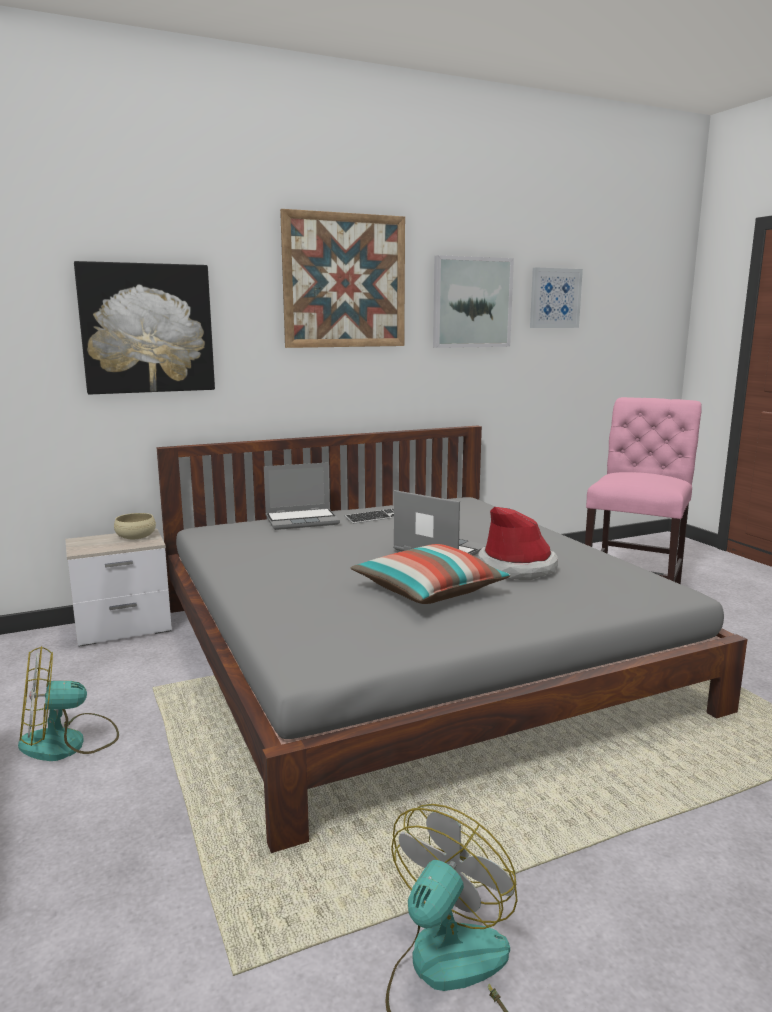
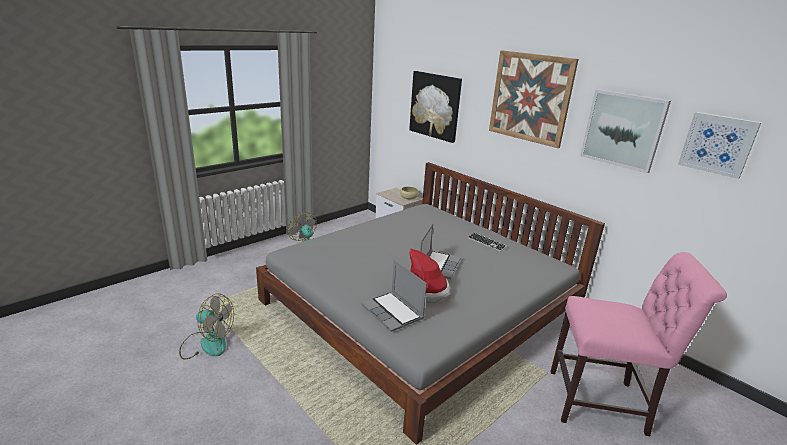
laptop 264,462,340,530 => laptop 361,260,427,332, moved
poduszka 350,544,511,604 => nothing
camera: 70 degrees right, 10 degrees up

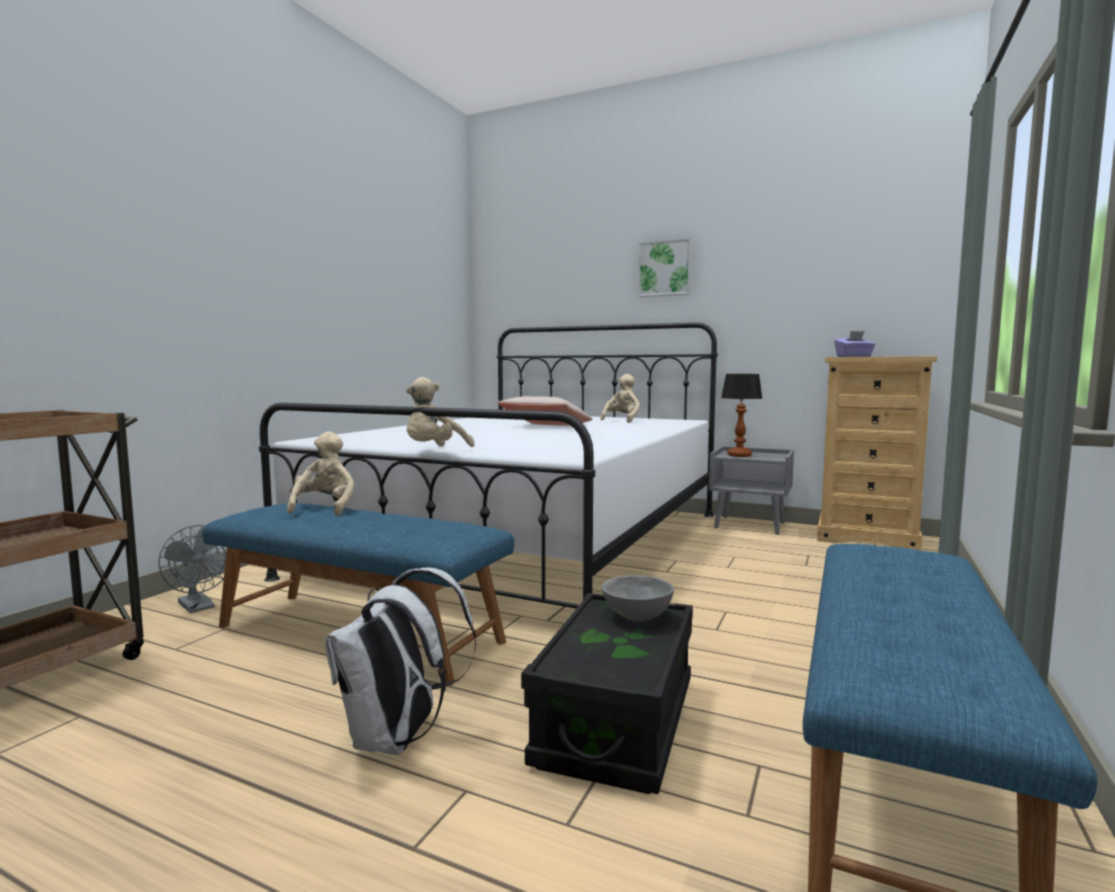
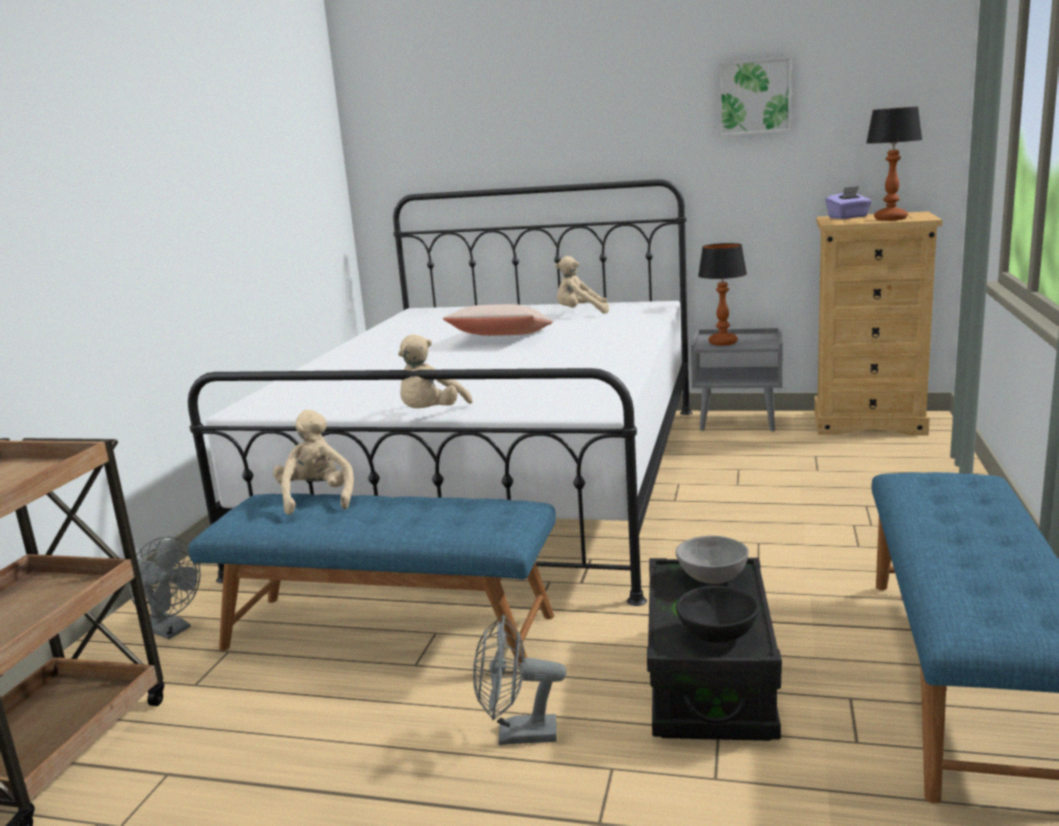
obraz 638,238,692,297 => obraz 718,56,792,136, moved
pluszak/beżowy 601,374,640,423 => pluszak/beżowy 555,256,609,314, 105 degrees counterclockwise
plecak/biały 325,567,476,755 => wentylator/szary 473,614,566,745
nothing => lampa stołowa 866,107,922,221
nothing => miska/czarny 676,586,759,643
camera: 10 degrees left, 10 degrees up

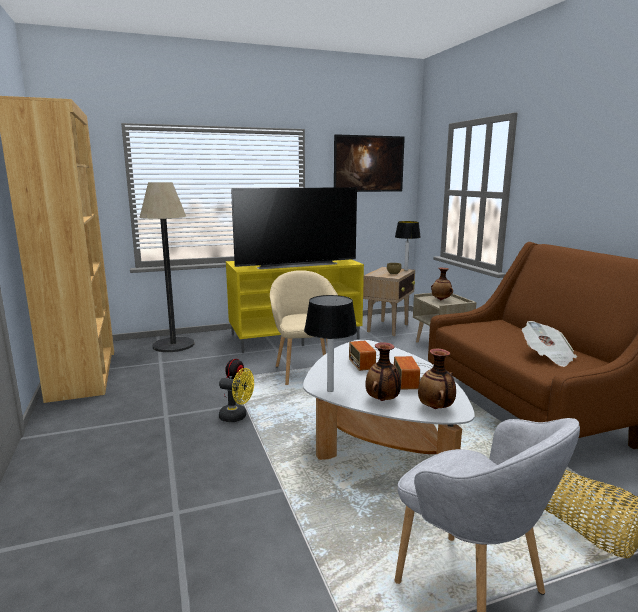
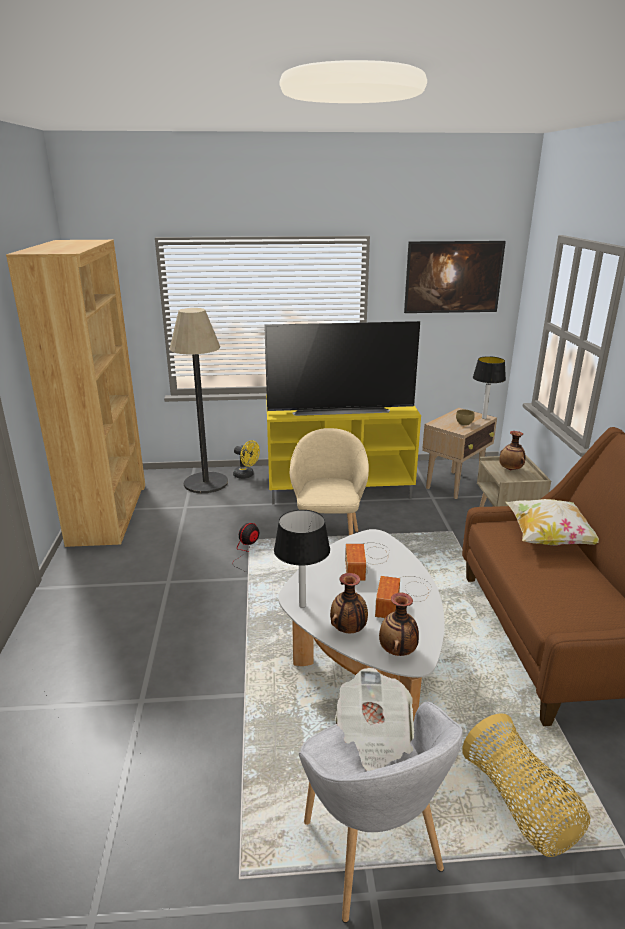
gazeta 522,321,577,367 => gazeta 335,668,414,771, moved
wentylator/żółty 219,368,254,422 => wentylator/żółty 233,440,260,479, moved
nothing => poduszka 506,499,599,546
camera: 15 degrees right, 10 degrees up

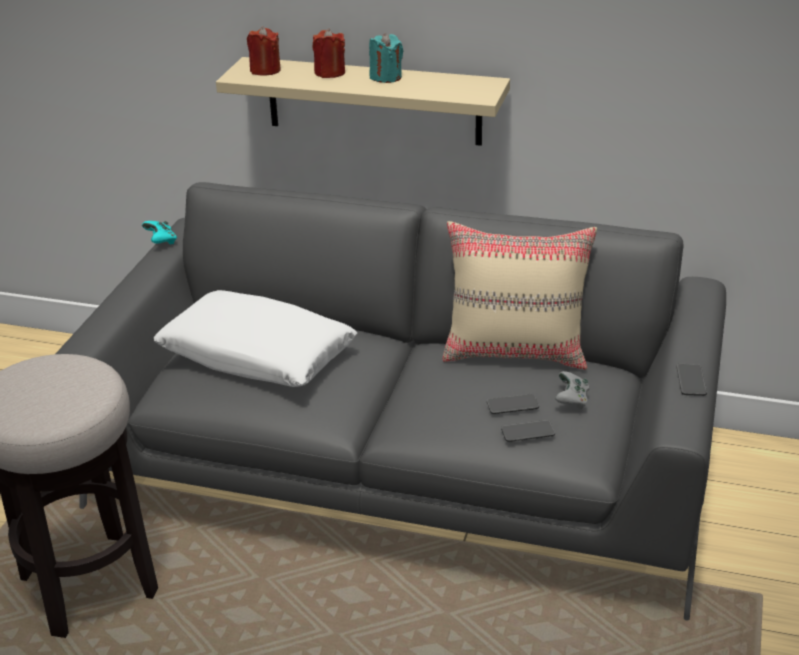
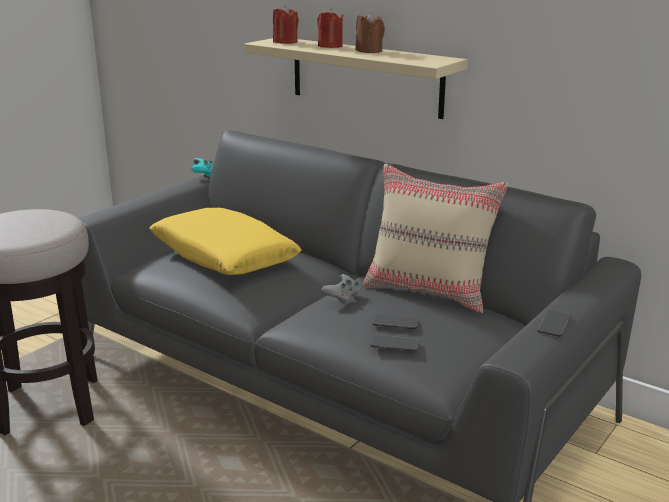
świeca/turkusowy 369,33,403,83 => świeca/brązowy 356,12,385,53
poduszka/biały 154,290,357,387 => poduszka/żółty 149,208,302,275
pad do gier/szary 555,371,589,409 => pad do gier/szary 322,274,360,304, moved
camera: 20 degrees right, 10 degrees down

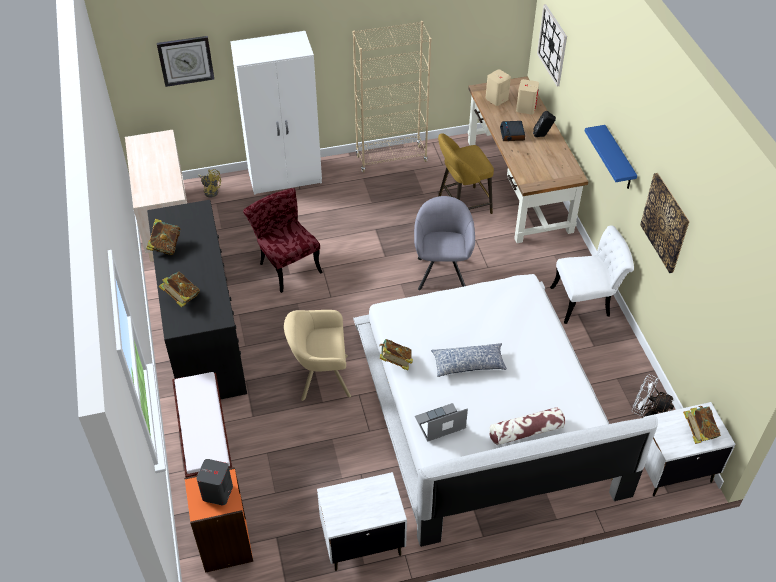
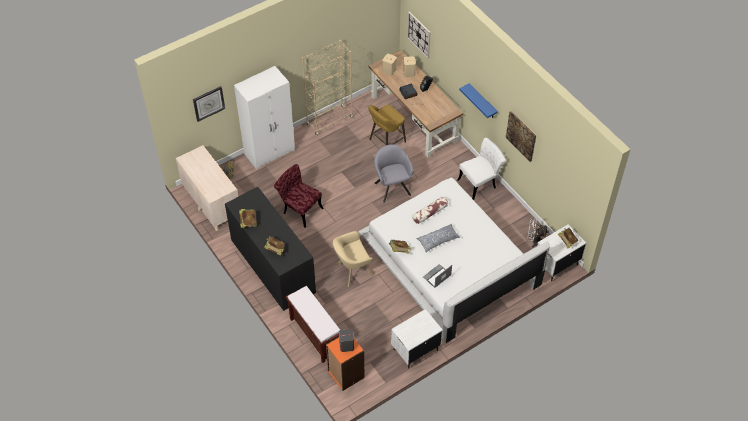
poduszka 489,407,565,445 => poduszka 412,197,448,224, moved
camera: 20 degrees left, 5 degrees up

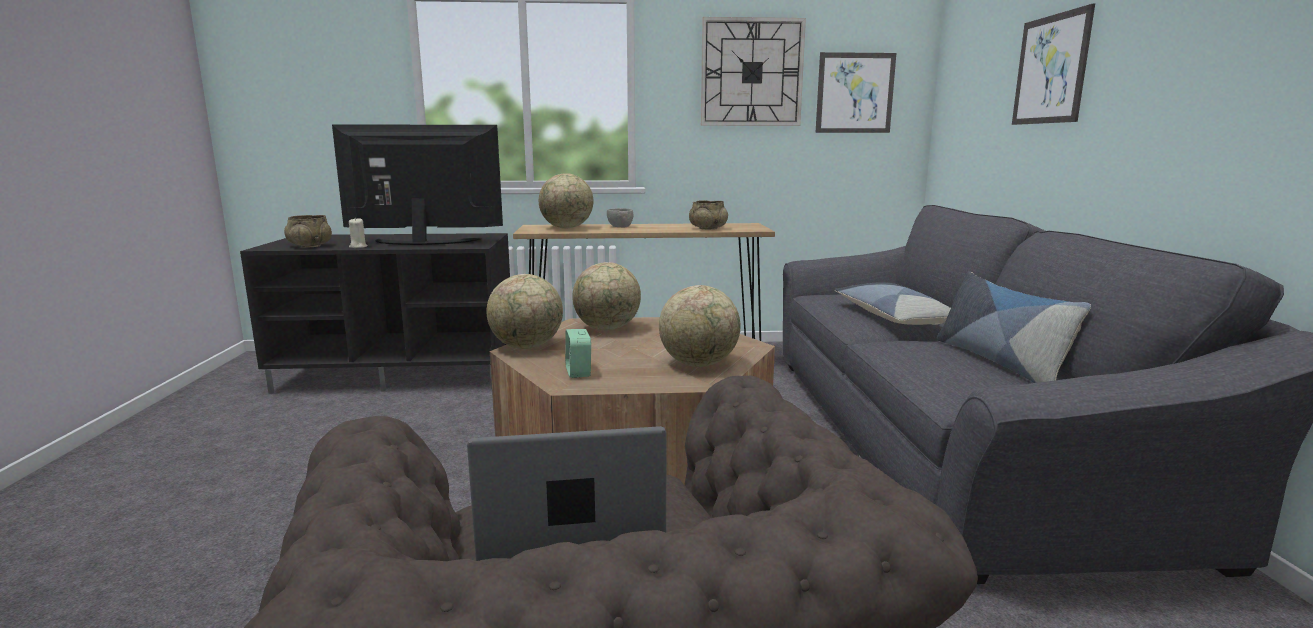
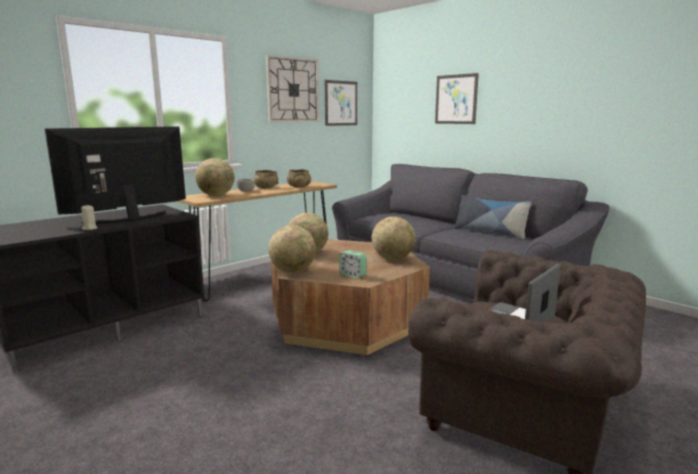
miska/beżowy 284,215,332,248 => miska/beżowy 254,170,279,189, moved
poduszka 835,282,951,325 => nothing
camera: 40 degrees left, 0 degrees up

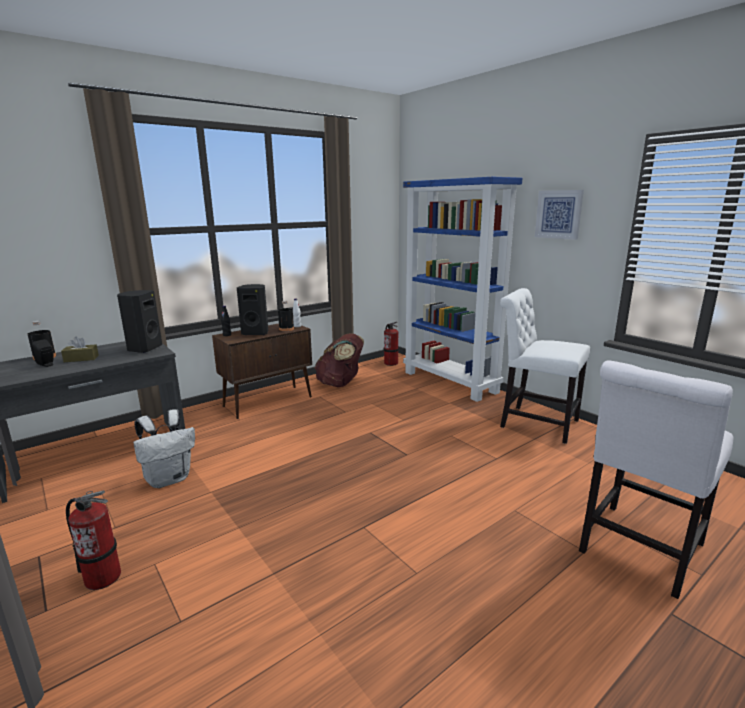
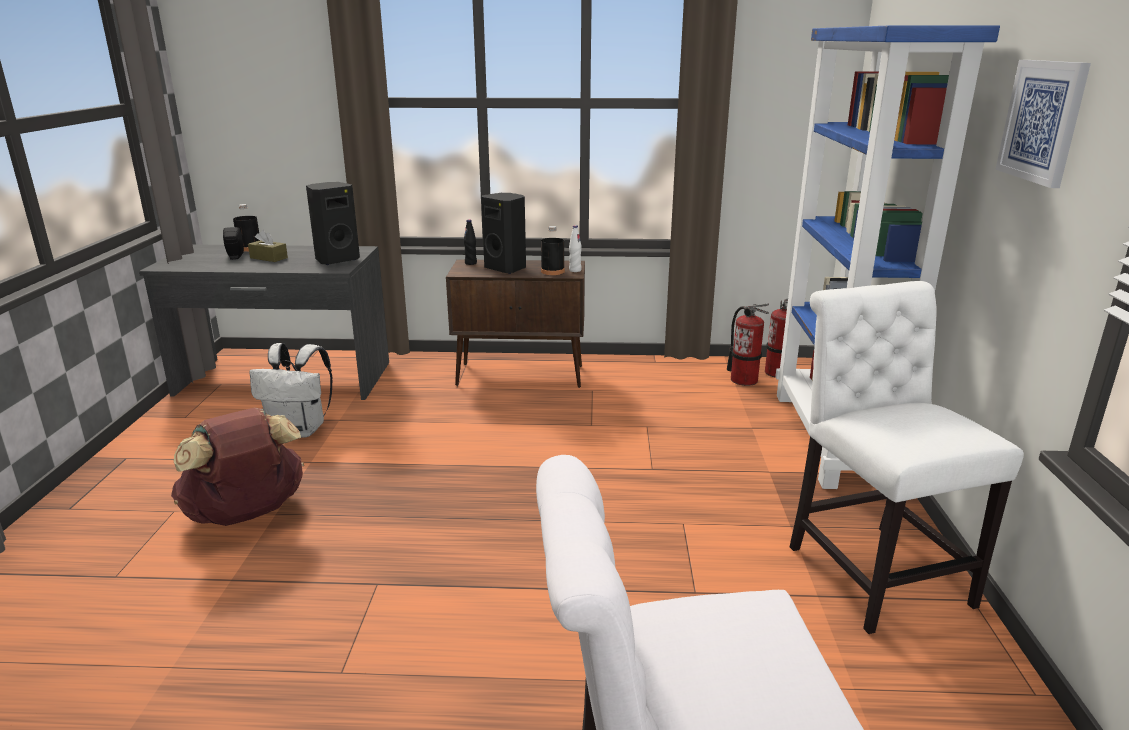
plecak/brązowy 314,333,364,387 => plecak/brązowy 171,408,304,526, moved
gaśnica 66,490,121,590 => gaśnica 727,303,769,386, moved
camera: 40 degrees right, 5 degrees up

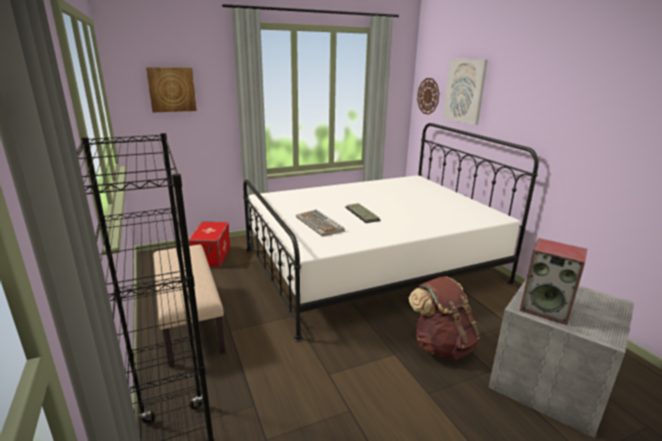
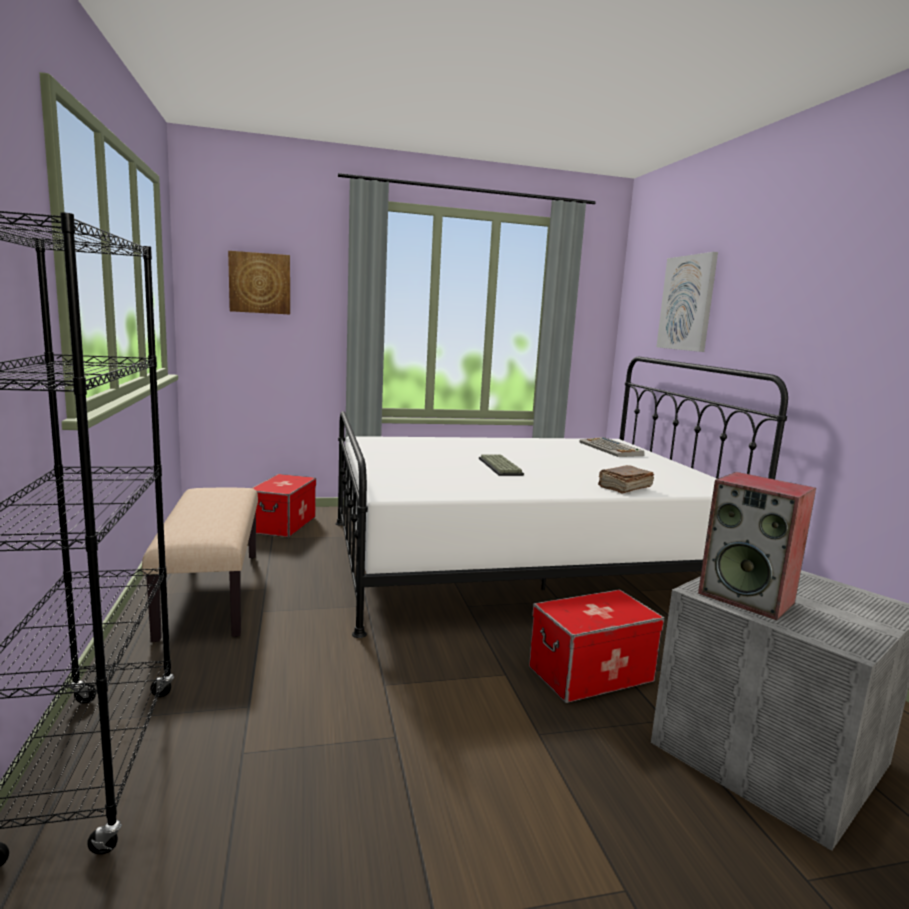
zegar ścienny 417,78,439,115 => nothing
klawiatura 296,210,345,237 => klawiatura 579,437,644,457, moved
plecak/brązowy 409,276,481,359 => pojemnik do przechowywania 529,590,665,703
nothing => książka/brązowy 598,465,654,494
camera: 10 degrees right, 10 degrees down

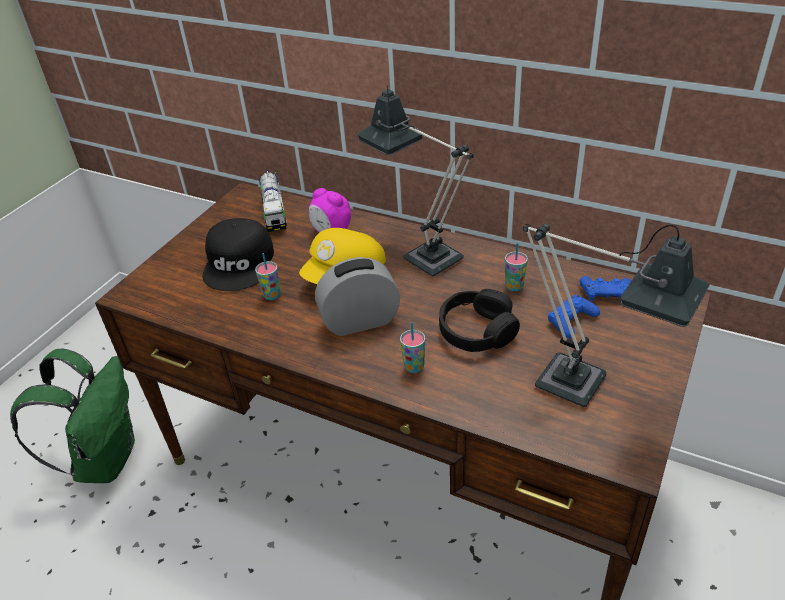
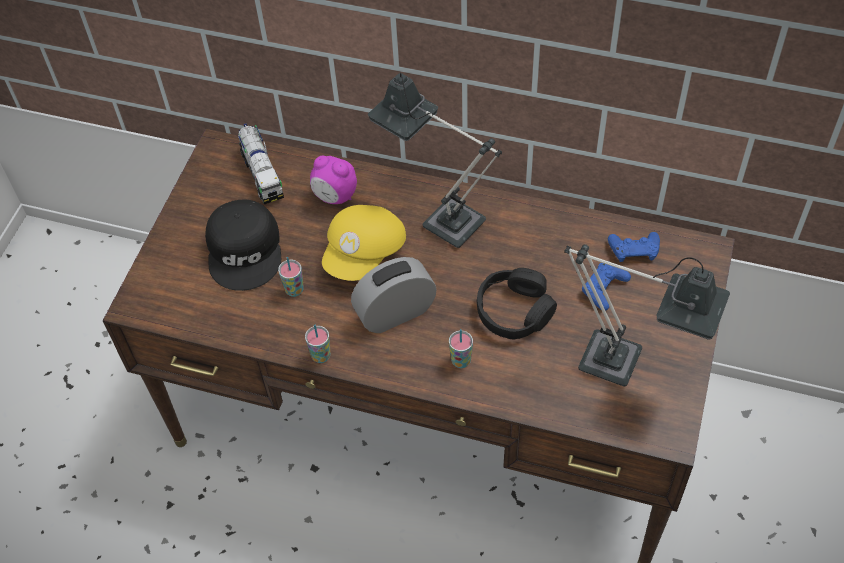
filiżanka 505,243,528,291 => filiżanka 305,324,331,363, moved
plecak/zielony 10,348,135,483 => nothing
camera: 10 degrees left, 15 degrees up

